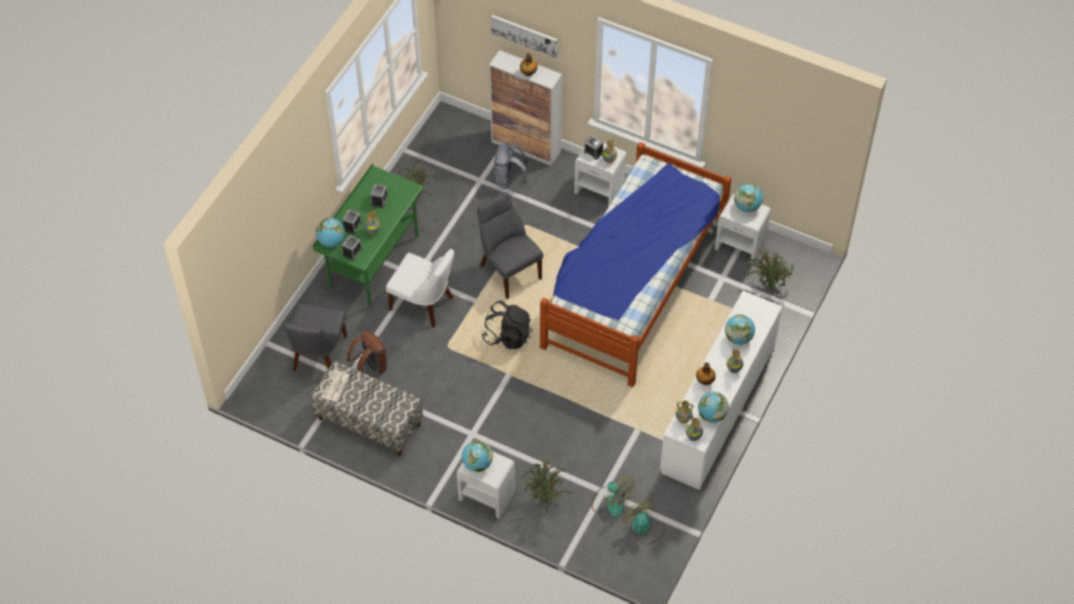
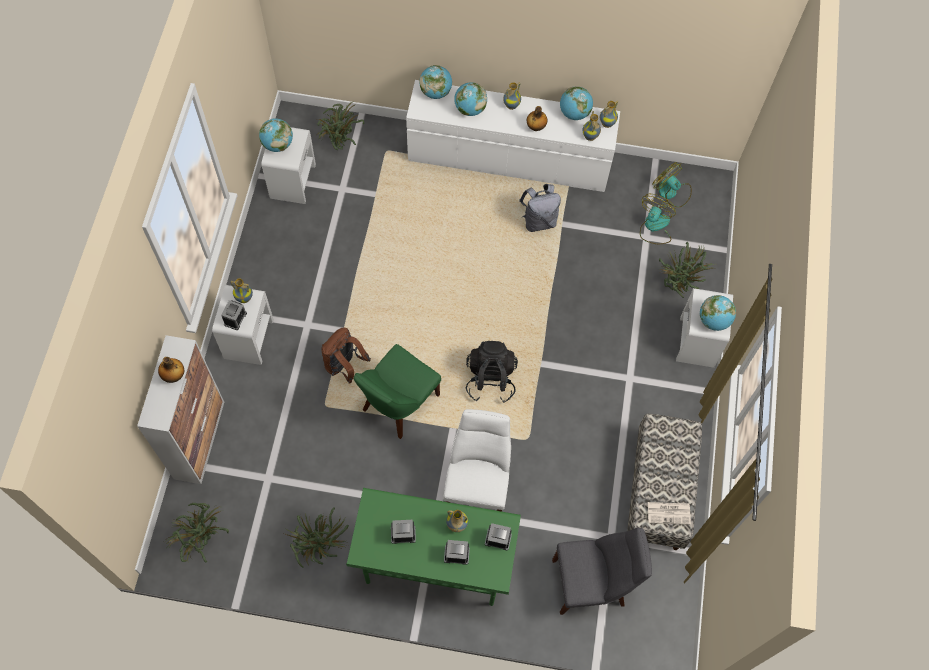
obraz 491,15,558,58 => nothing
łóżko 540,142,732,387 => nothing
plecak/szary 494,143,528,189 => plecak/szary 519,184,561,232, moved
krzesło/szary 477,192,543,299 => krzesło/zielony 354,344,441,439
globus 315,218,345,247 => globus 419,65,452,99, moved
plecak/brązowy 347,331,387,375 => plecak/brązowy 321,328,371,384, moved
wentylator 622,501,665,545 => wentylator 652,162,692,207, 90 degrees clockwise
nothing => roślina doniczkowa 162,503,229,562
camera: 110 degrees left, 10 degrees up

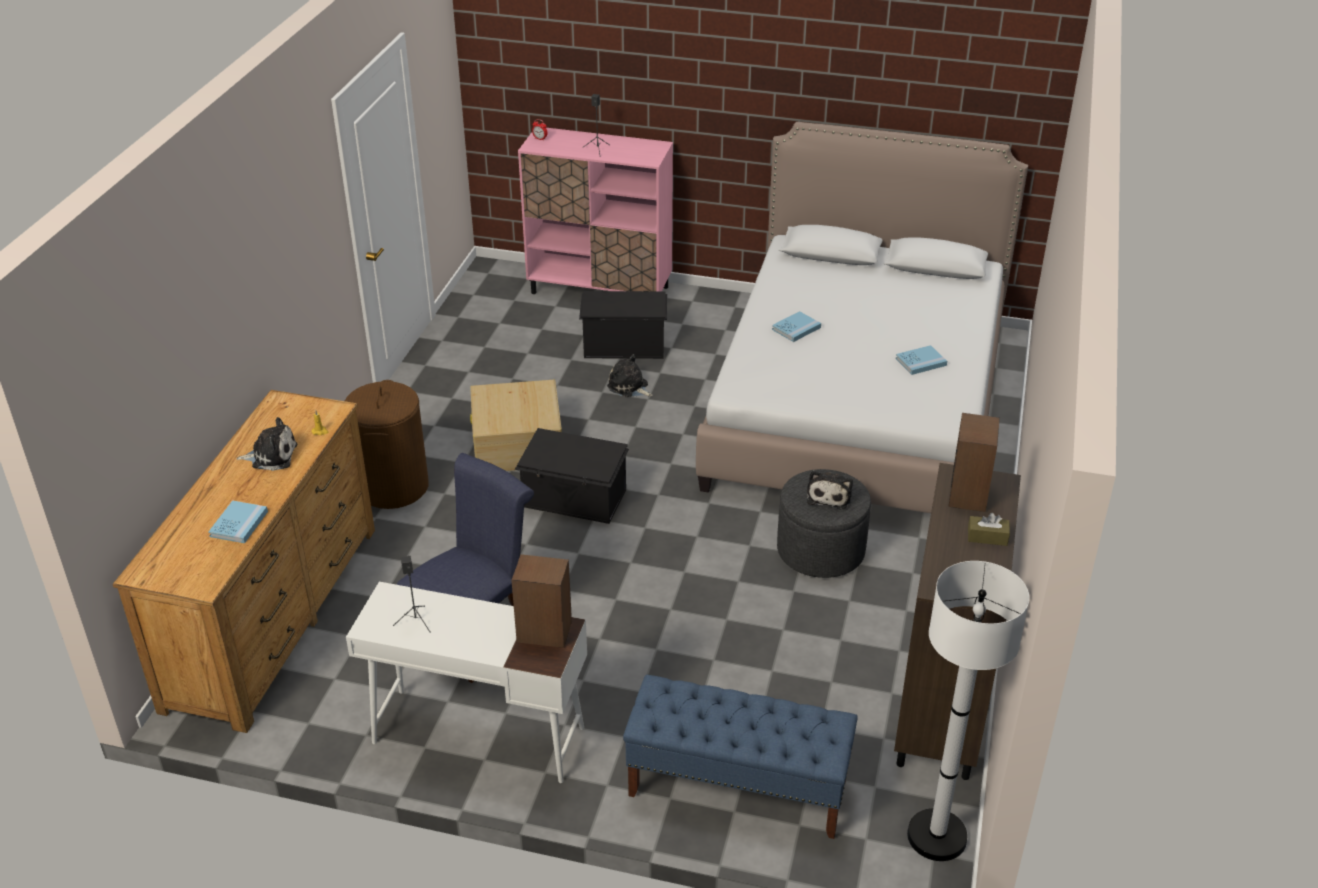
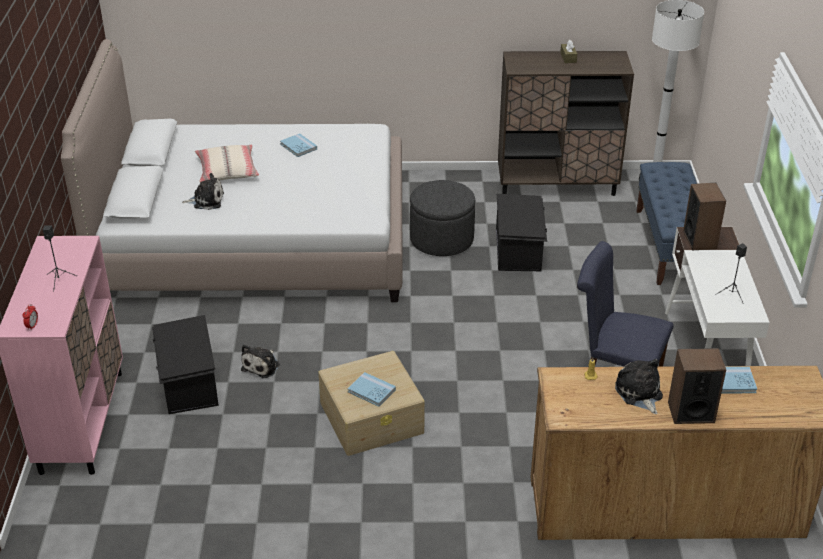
książka/niebieski 772,311,821,342 => książka/niebieski 348,372,396,407, moved
kosz na pranie/brązowy 345,380,429,509 => nothing
głośnik 948,413,1000,512 => głośnik 668,348,726,424, moved
pojemnik do przechowywania/czarny 515,428,629,524 => pojemnik do przechowywania/czarny 496,194,547,271, moved
pluszak 807,470,853,509 => pluszak 182,173,224,210, moved
nothing => poduszka/beżowy 195,145,259,183
camera: 105 degrees left, 0 degrees up

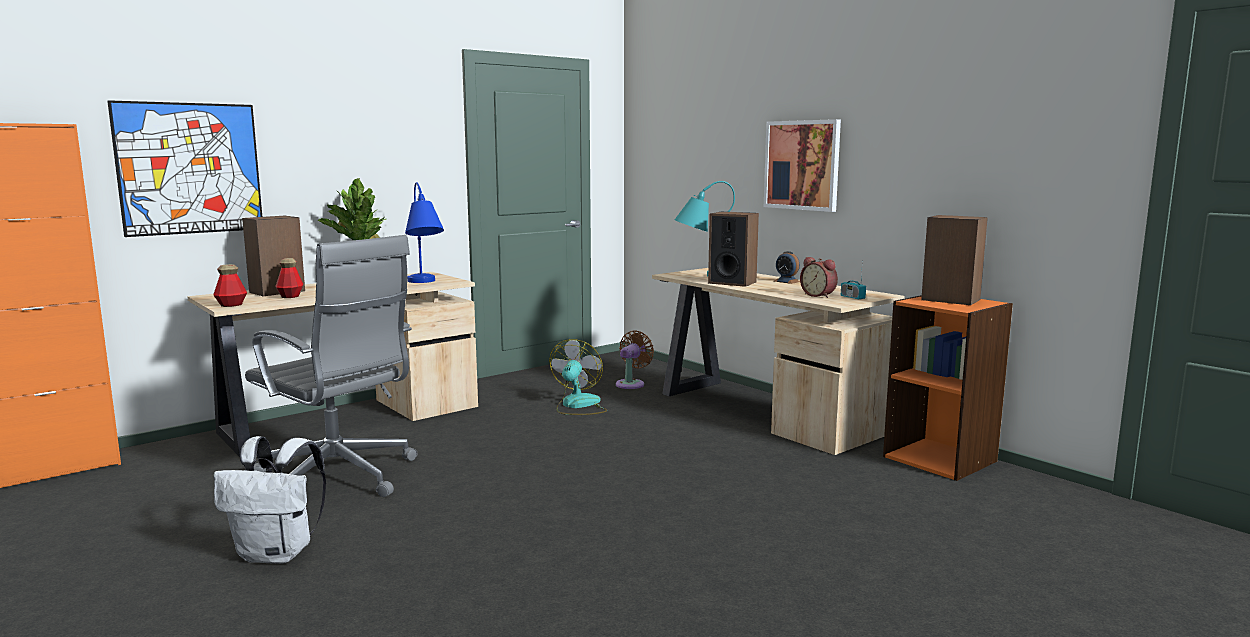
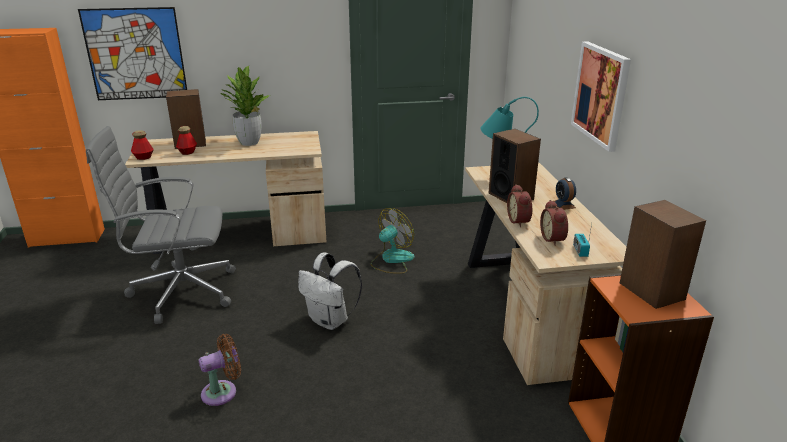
lampa stołowa/niebieski 405,182,444,283 => nothing
krzesło biurowe/szary 245,235,417,497 => krzesło biurowe/szary 86,126,236,324, 105 degrees clockwise
wentylator/brązowy 616,330,654,389 => wentylator/brązowy 199,334,241,406, moved
plecak/biały 214,436,326,564 => plecak/biały 298,253,362,330, moved
nothing => budzik 507,184,532,227
camera: 30 degrees right, 15 degrees up

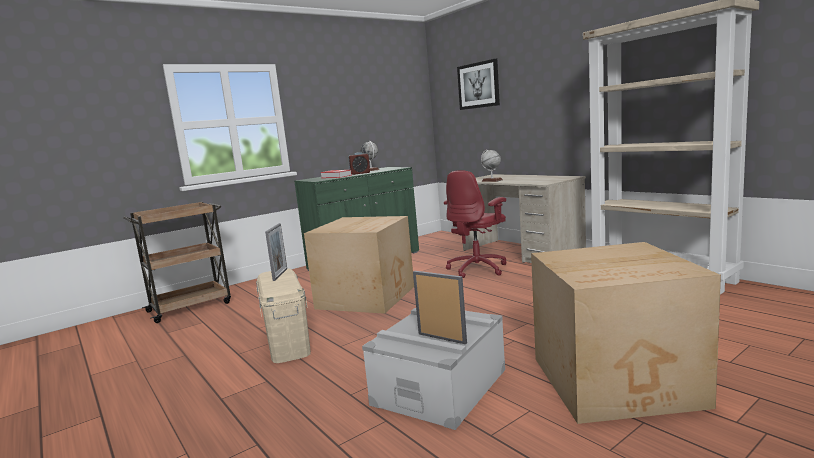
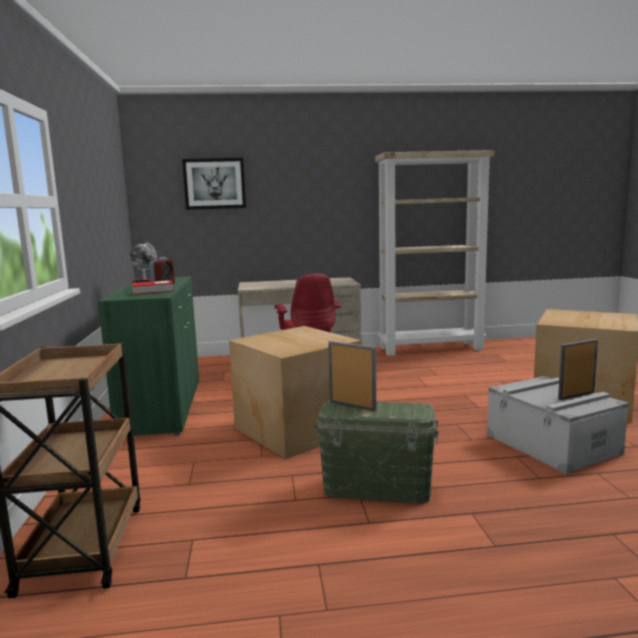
globus 481,149,503,182 => nothing
pojemnik do przechowywania/beżowy 256,268,311,363 => pojemnik do przechowywania/zielony 314,400,439,504
camera: 60 degrees left, 0 degrees up

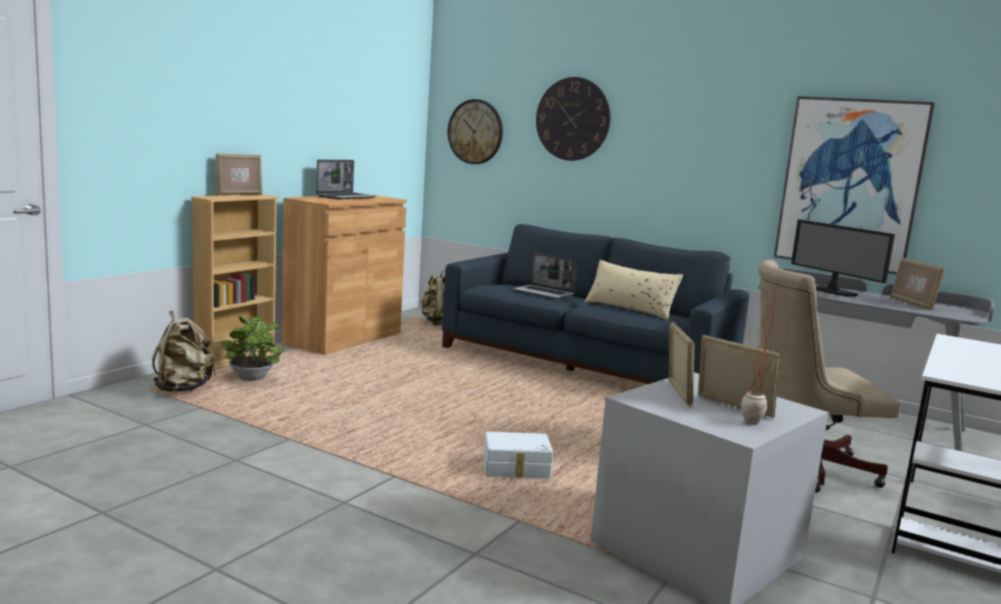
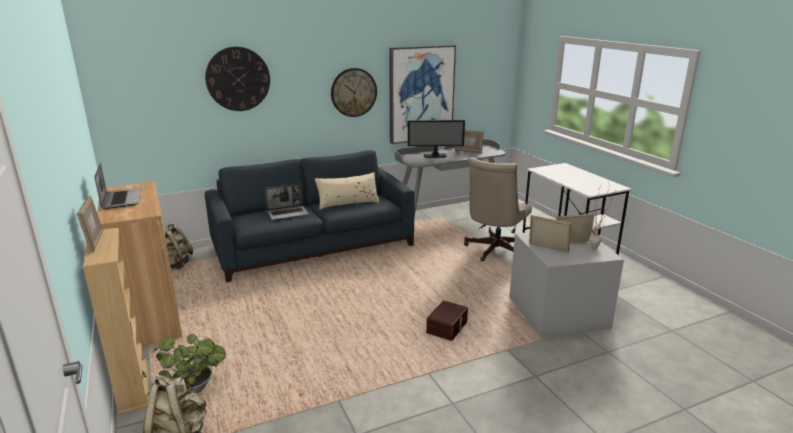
zegar ścienny 448,99,503,164 => zegar ścienny 331,68,377,117, moved
pojemnik do przechowywania/biały 483,432,553,479 => pojemnik do przechowywania/brązowy 426,300,468,341
camera: 55 degrees left, 10 degrees up

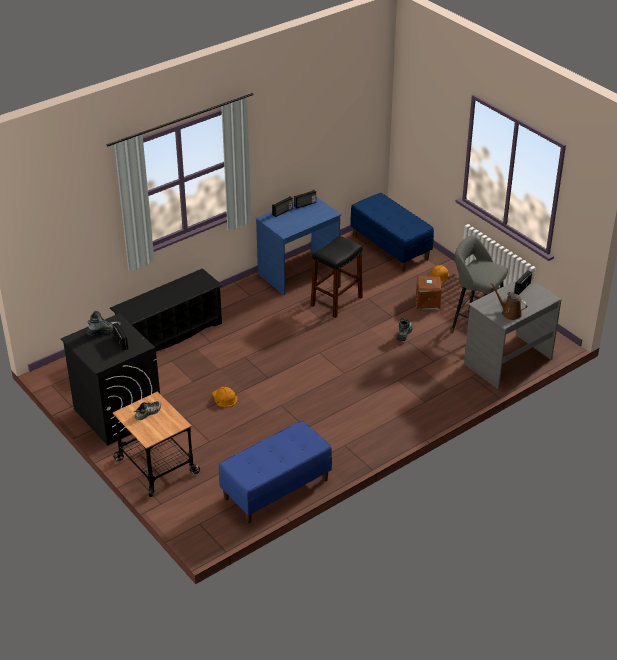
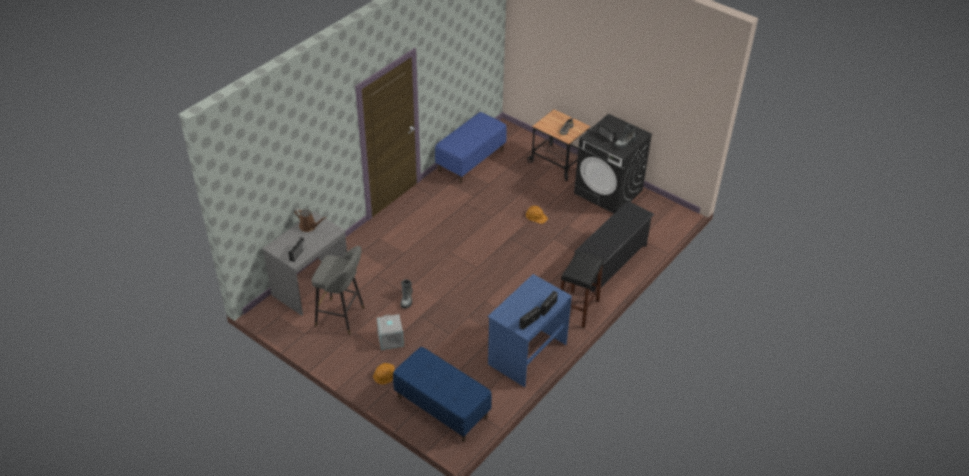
stołek/czarny 311,236,363,318 => stołek/czarny 560,250,604,329, moved
pojemnik do przechowywania/brązowy 416,275,442,309 => pojemnik do przechowywania/szary 377,314,404,350
camera: 165 degrees right, 5 degrees up

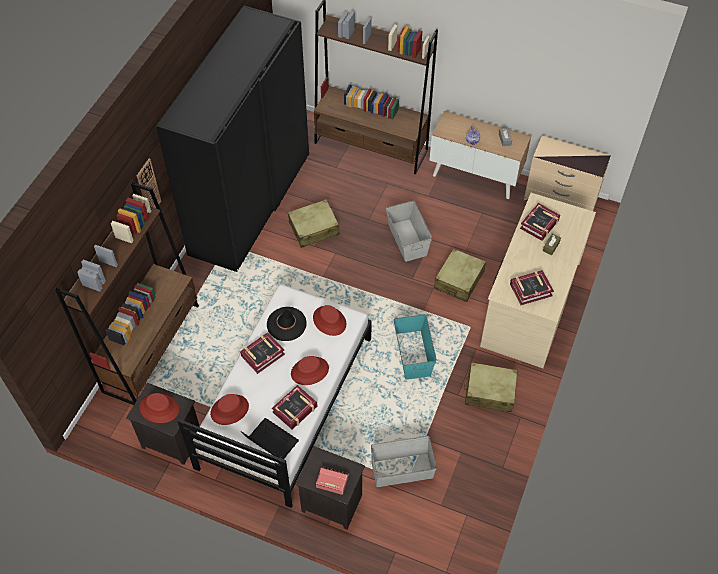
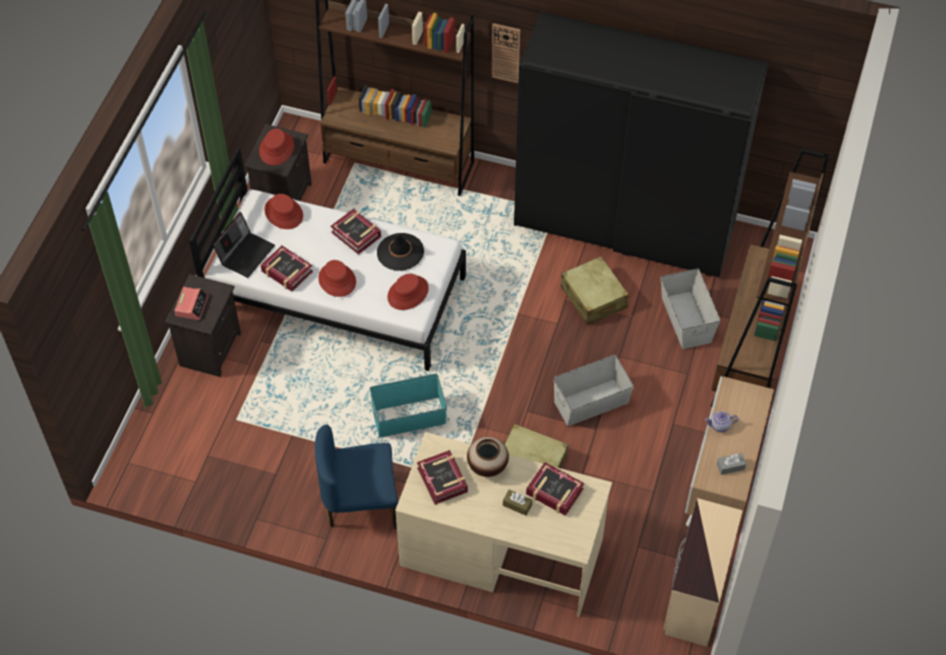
walizka/beżowy 464,362,517,412 => krzesło/niebieski 315,424,398,529
pojemnik do przechowywania/szary 371,436,437,487 => pojemnik do przechowywania/szary 661,268,721,349, moved
nothing => wazon 467,437,509,477
camera: 85 degrees right, 0 degrees up

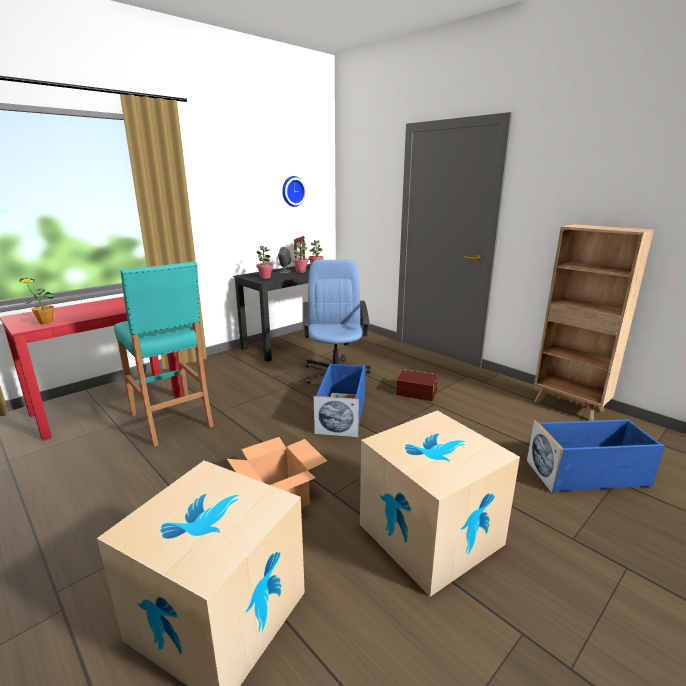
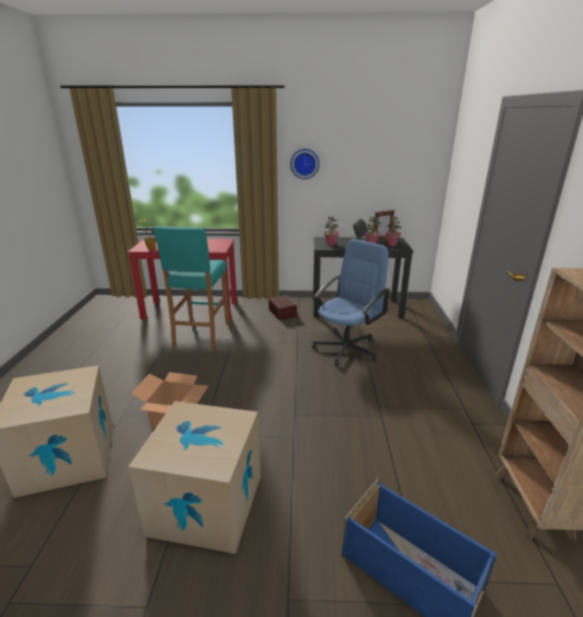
zegar ścienny 282,176,306,207 => zegar ścienny 291,149,319,179, moved
pojemnik do przechowywania/niebieski 314,363,365,437 => nothing
pojemnik do przechowywania/brązowy 396,369,438,401 => pojemnik do przechowywania/brązowy 269,295,297,320, moved
camera: 45 degrees right, 5 degrees up

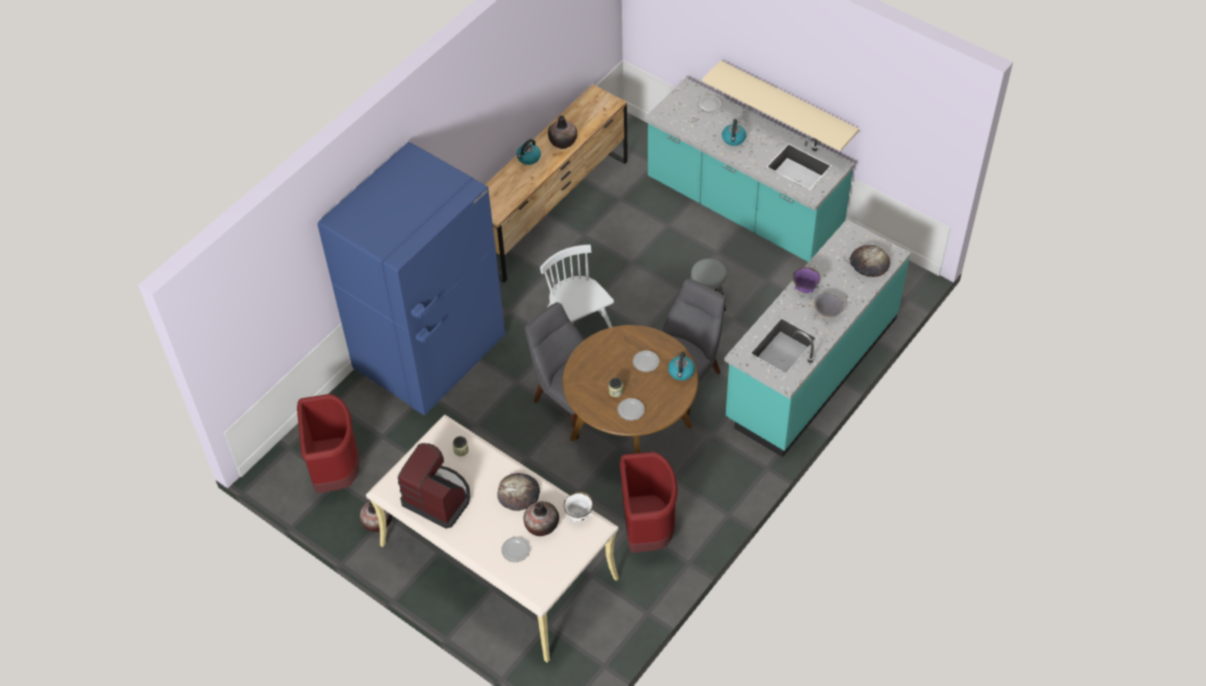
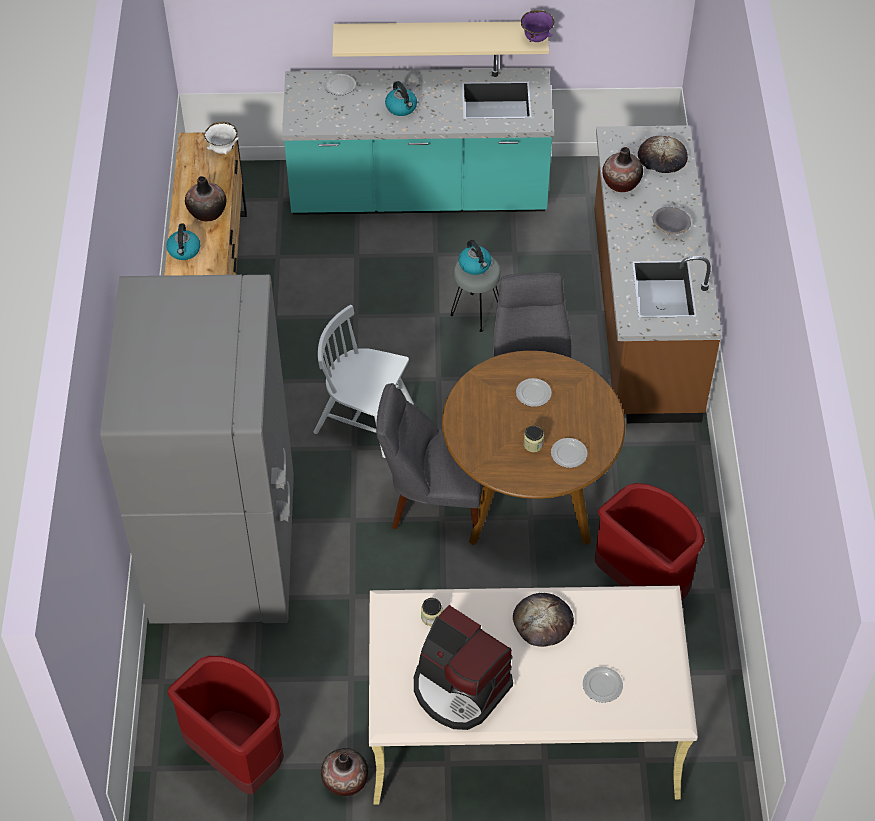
lodówka/niebieski 318,142,505,415 => lodówka/szary 100,275,294,624
zabudowa kuchenna/turkusowy 724,219,911,457 => zabudowa kuchenna/brązowy 594,125,722,423
miska/fioletowy 792,267,820,293 => miska/fioletowy 521,10,554,42, moved
czajnik 668,352,695,381 => czajnik 459,240,491,275, moved
ekspres do kawy 398,443,470,529 => ekspres do kawy 414,605,513,730, 135 degrees counterclockwise
miska/biały 563,492,593,523 => miska/biały 204,122,239,154, moved
wazon 523,501,559,536 => wazon 602,147,643,192, moved
camera: 40 degrees left, 0 degrees up

